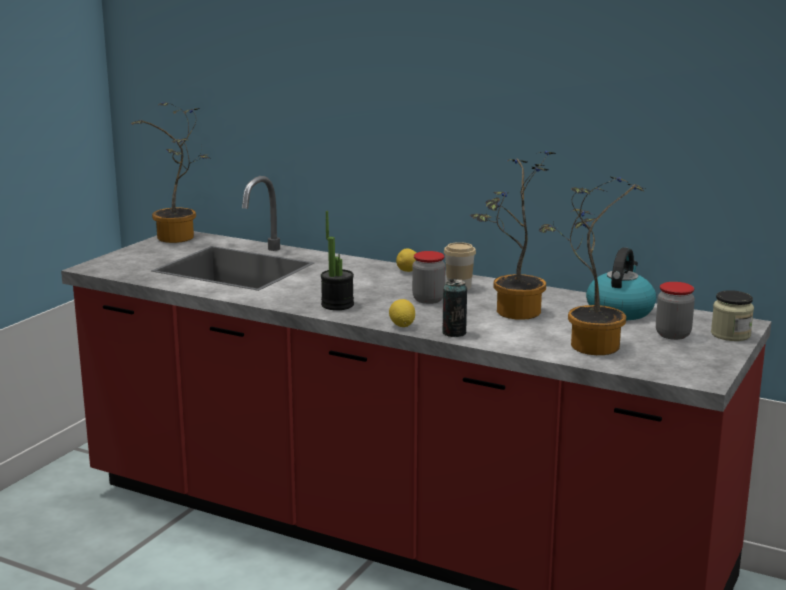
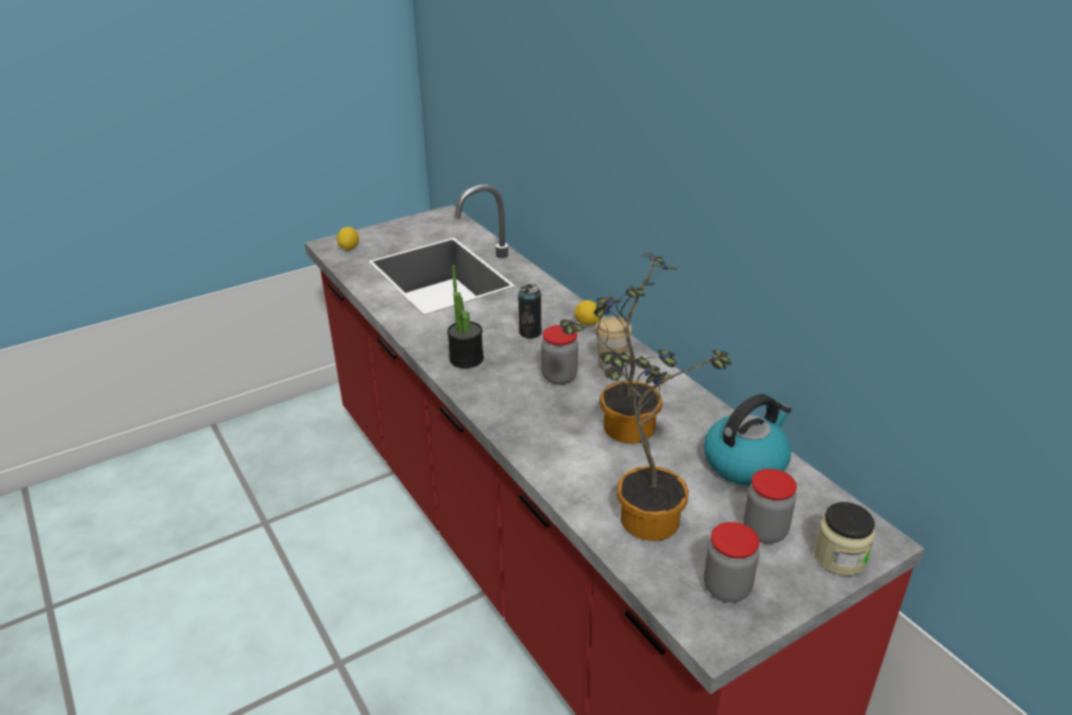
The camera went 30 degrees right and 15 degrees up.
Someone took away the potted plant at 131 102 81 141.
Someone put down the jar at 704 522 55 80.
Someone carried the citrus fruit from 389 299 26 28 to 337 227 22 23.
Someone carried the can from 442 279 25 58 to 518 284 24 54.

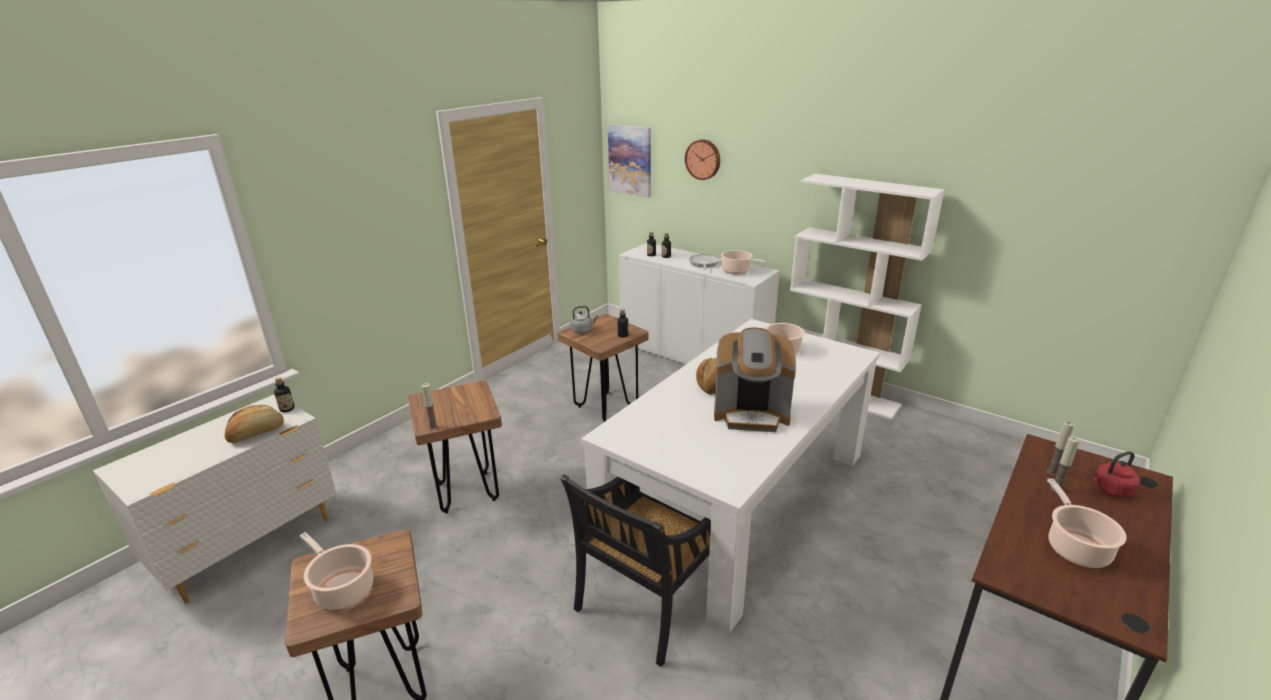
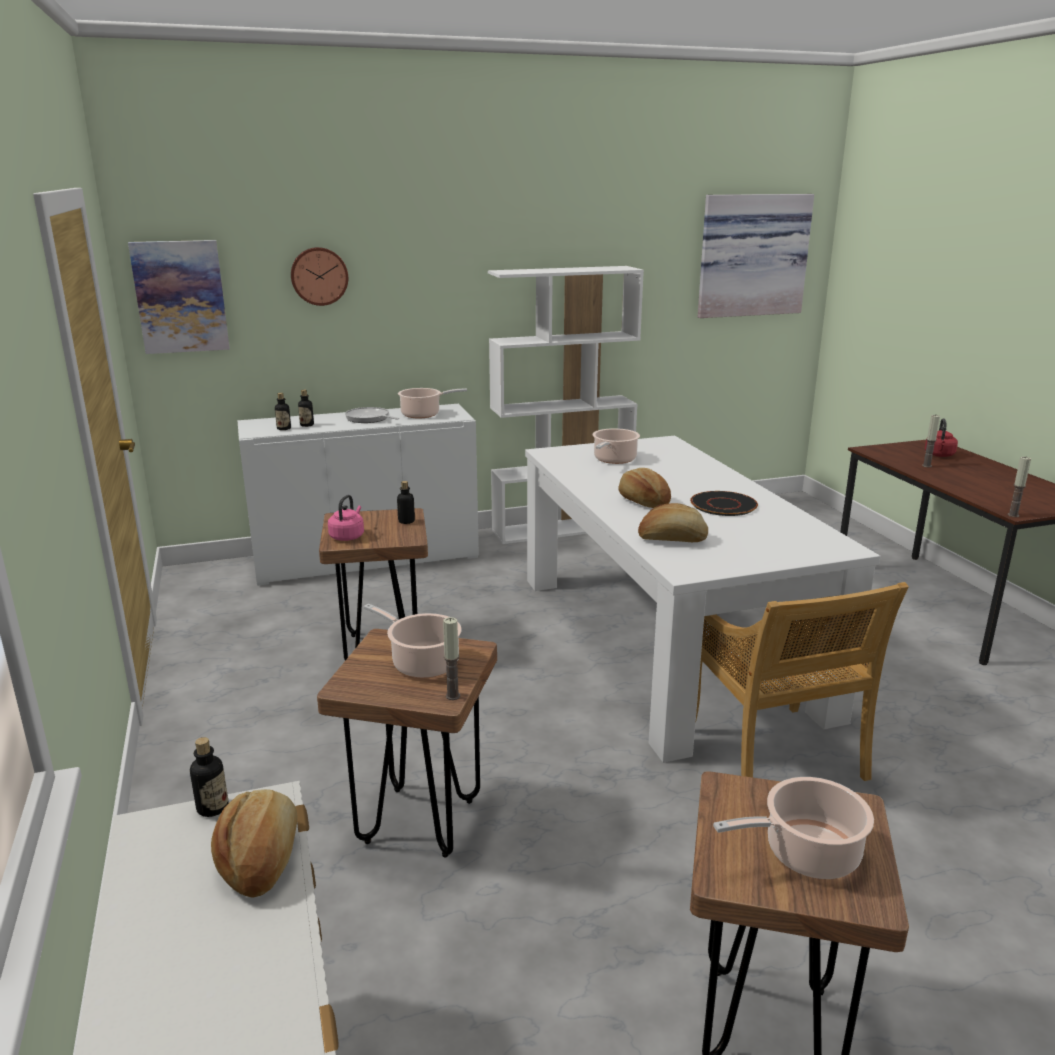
The camera went 55 degrees left and 5 degrees down.
Someone put down the bakery bread at 638 503 70 39.
Someone put up the picture at 698 194 116 124.
Someone carried the wax candle from 1047 421 27 55 to 1007 456 24 61.
Someone carried the cooking pot from 1047 479 80 89 to 363 604 99 74.
Someone swapped the coffee brewer at 714 328 82 104 for the flat dish in black at 690 491 68 25.
Someone repainted the plain chair in black at 560 475 151 192, which became the plain chair in beige at 696 582 213 199.
Someone repainted the water kettle in gray at 570 306 28 27, which became the water kettle in pink-coloured at 328 495 36 46.

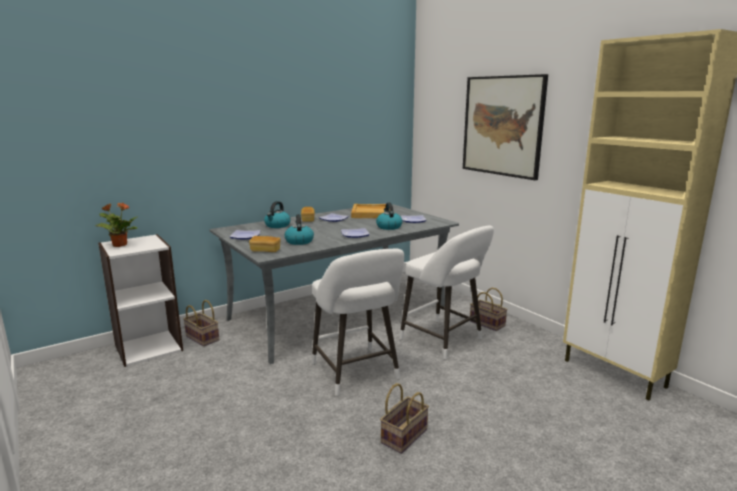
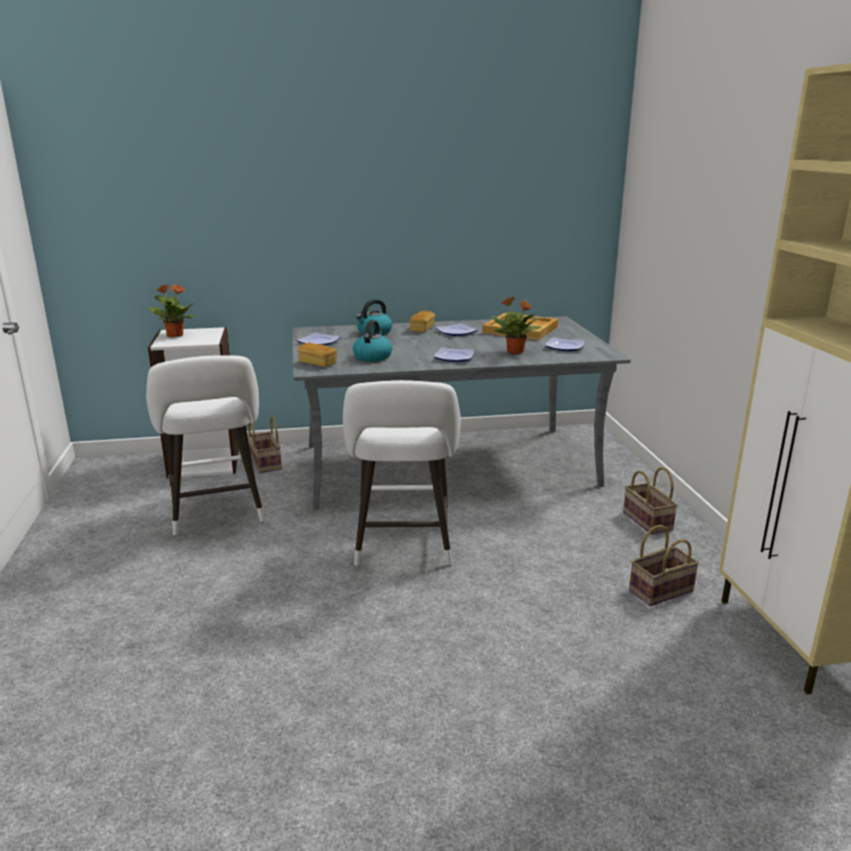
The camera went 25 degrees right and 5 degrees up.
Someone took away the picture at 463 74 85 106.
Someone carried the basket from 380 383 49 71 to 629 525 70 81.
Someone carried the stool seat in whitish from 400 225 94 135 to 146 355 119 181.
Someone swapped the water kettle at 376 202 26 28 for the potted plant at 492 297 49 57.

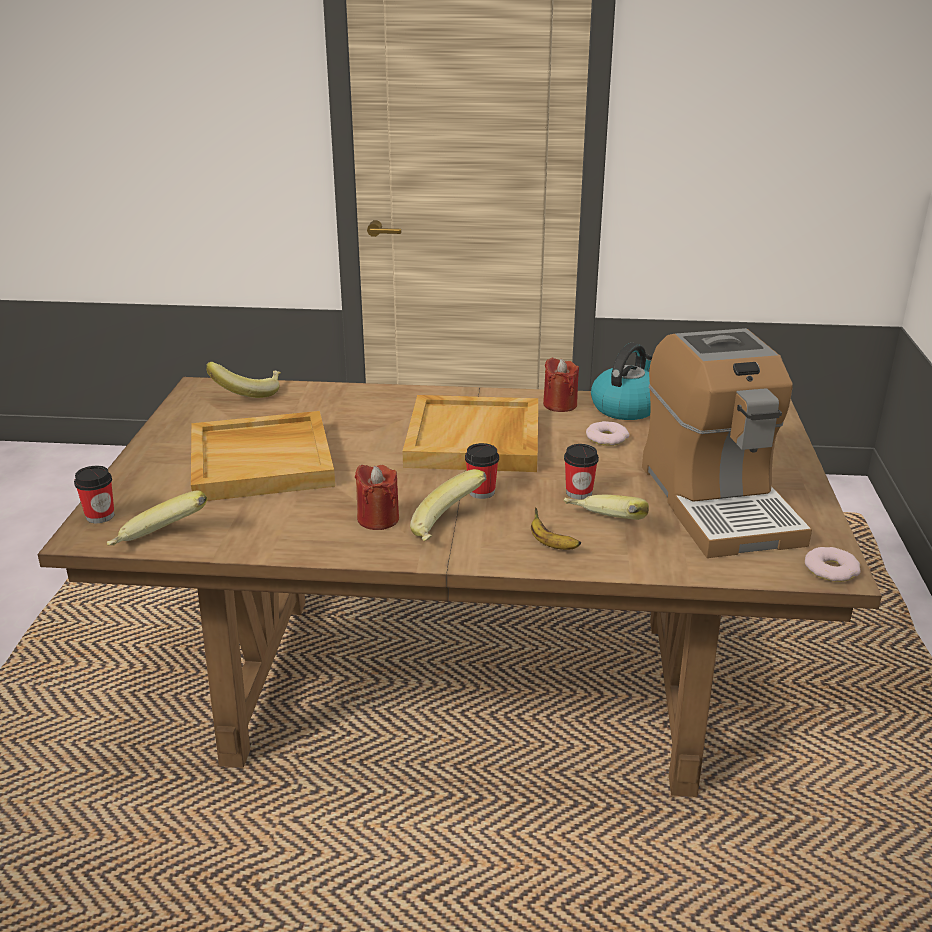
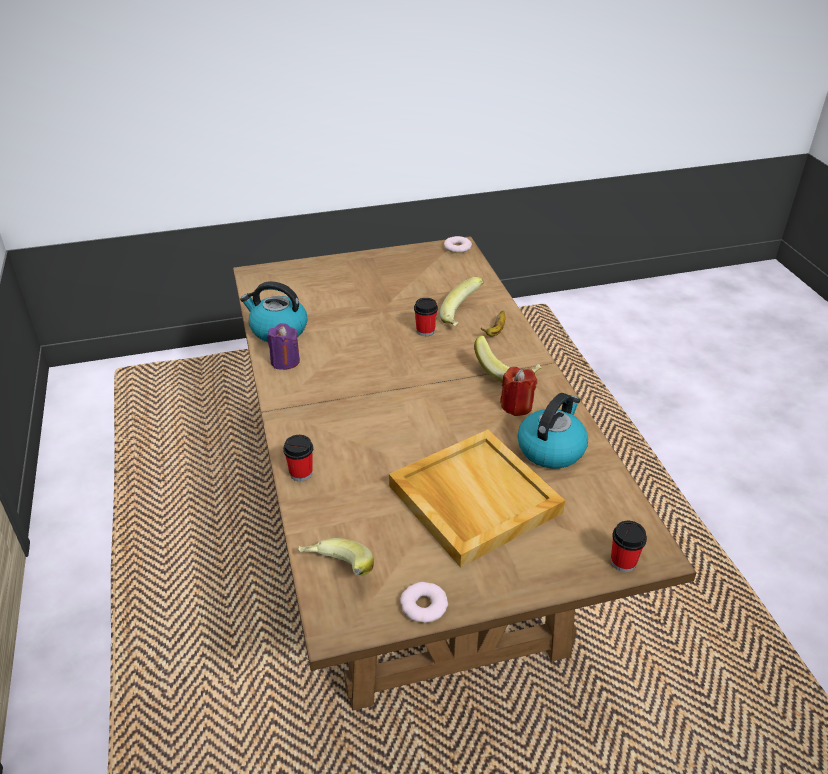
The camera went 110 degrees left and 10 degrees up.
Someone took away the banana fruit at 107 491 100 55.
Someone took away the carrying tray in beige at 402 395 136 77.
Someone took away the coffee brewer at 642 328 170 230.
Someone put down the water kettle at 517 393 71 76.
Someone carried the cup from 465 443 34 56 to 283 435 30 46.
Someone carried the doughnut from 586 421 43 25 to 400 582 48 41.
Someone repainted the wax candle in reddish at 543 358 36 54, which became the wax candle in purplish at 267 323 33 47.

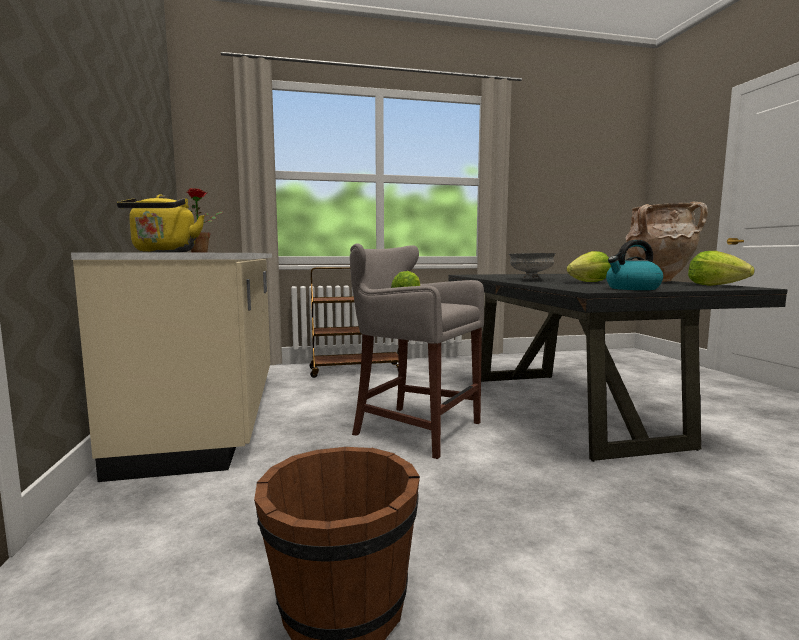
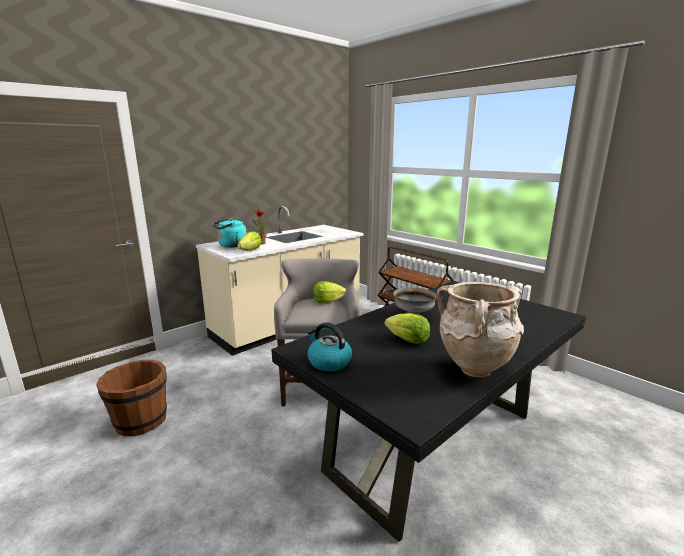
The camera went 60 degrees right and 10 degrees up.
Someone carried the head of lettuce from 688 251 67 35 to 237 231 25 20.
Someone repainted the water kettle in yellowish at 117 194 88 58, which became the water kettle in turquoise-coloured at 213 219 33 29.

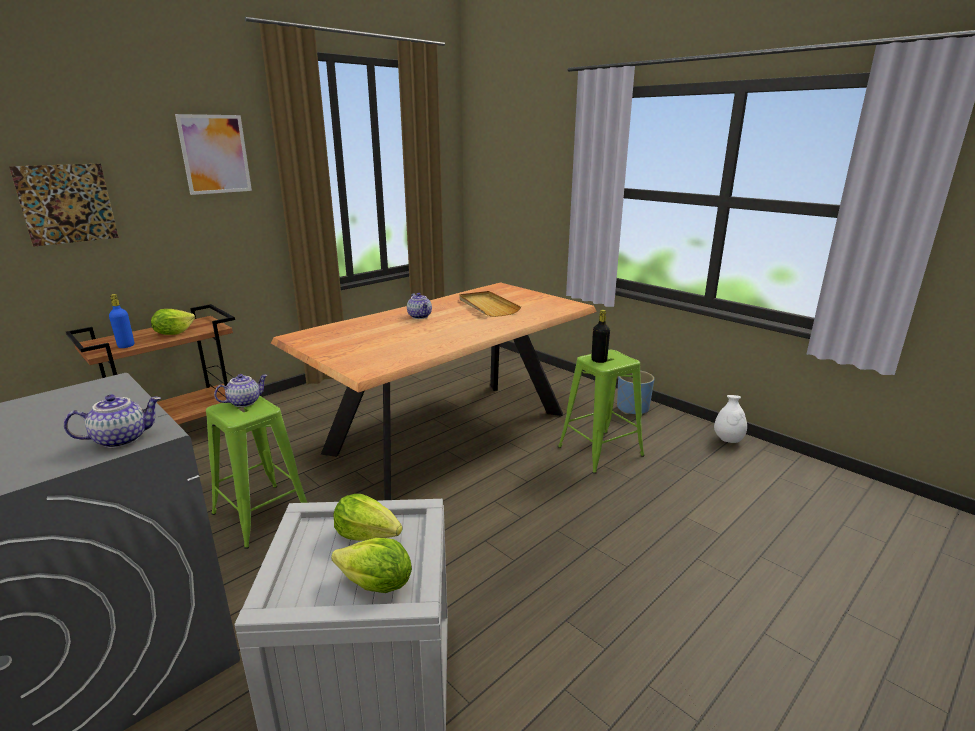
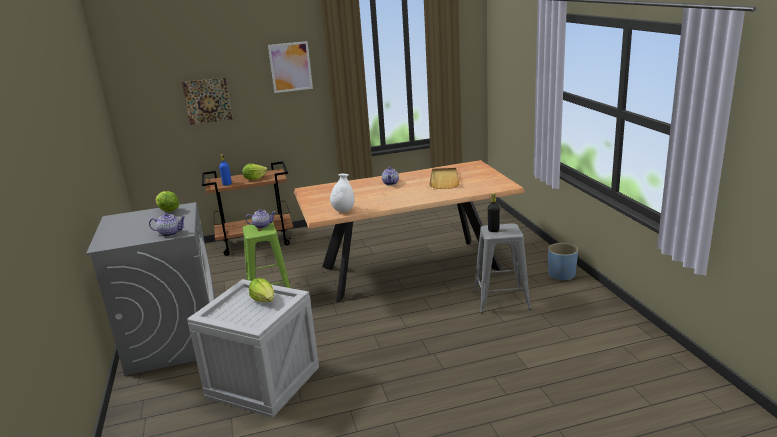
The camera went 30 degrees right and 0 degrees up.
Someone carried the head of lettuce from 331 538 81 55 to 156 191 23 21.
Someone carried the decorative vase in whitish from 714 395 33 48 to 330 174 25 38.
Someone repainted the stool seat in greenish at 558 350 87 124, which became the stool seat in gray at 473 223 58 90.

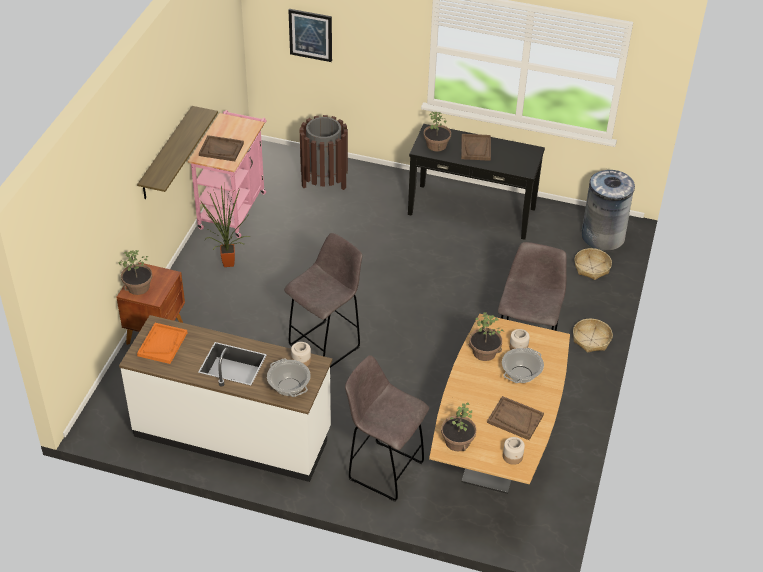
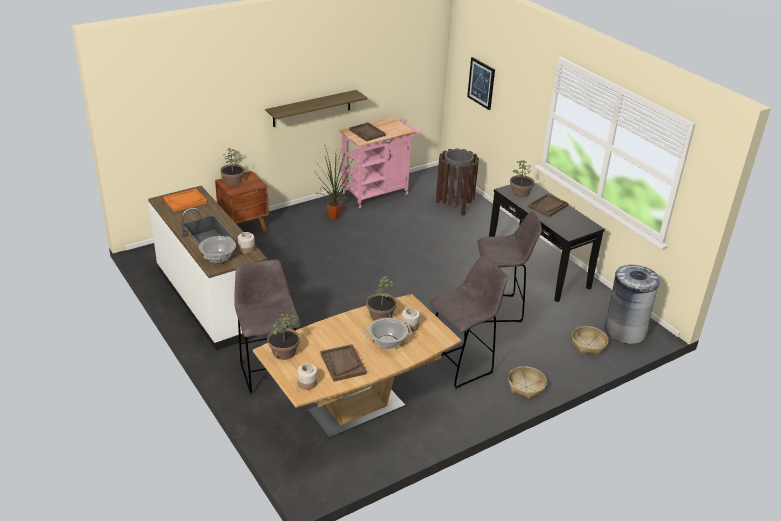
The camera went 40 degrees right and 10 degrees down.
Someone carried the stool seat in gray from 284 233 78 135 to 477 212 65 111.

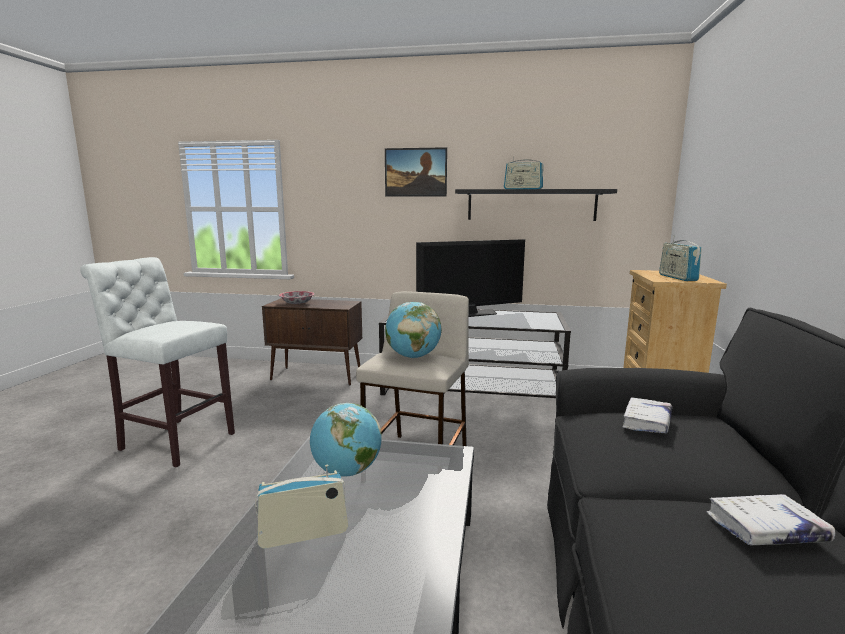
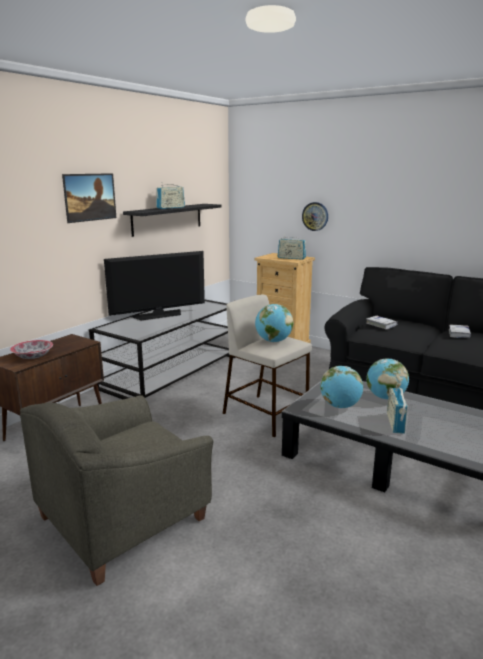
The camera went 65 degrees left and 5 degrees up.
Someone put up the clock on the wall at 302 202 26 29.
Someone put down the world globe at 366 358 43 41.
Someone swapped the stool seat in whitish at 80 257 155 210 for the lounge chair in gray at 20 395 193 191.
Someone rotated the TV set at 416 239 109 78 by 60 degrees clockwise.

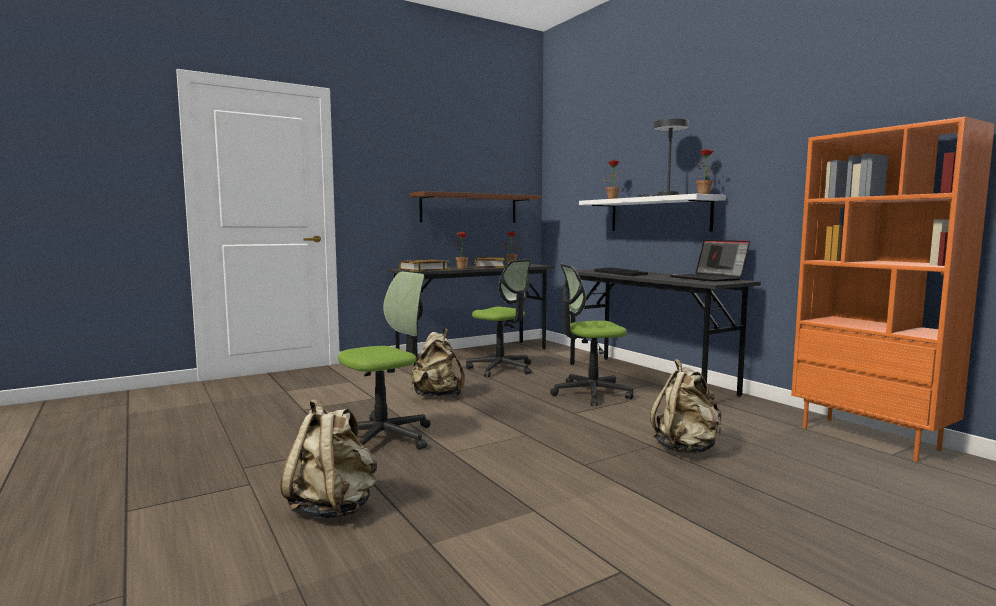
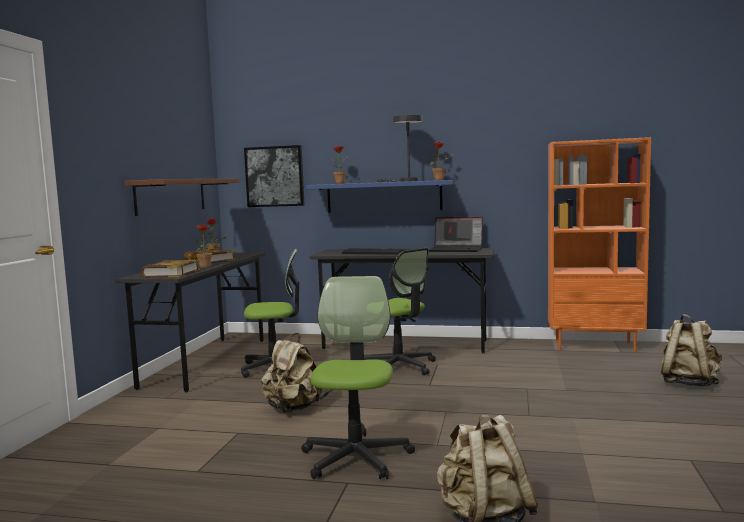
The camera went 45 degrees left and 0 degrees up.
Someone put up the picture at 244 145 61 62.
Someone carried the backpack in beige from 650 359 72 95 to 661 314 61 73.
Someone repainted the wall shelf in whitish at 579 194 147 37, which became the wall shelf in blue at 306 180 147 33.
Someone rotated the desk chair at 550 264 84 142 by 75 degrees counterclockwise.

